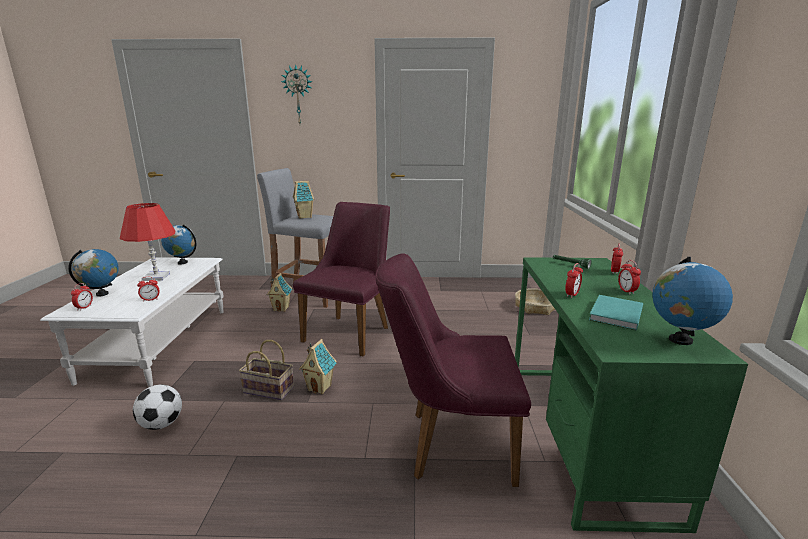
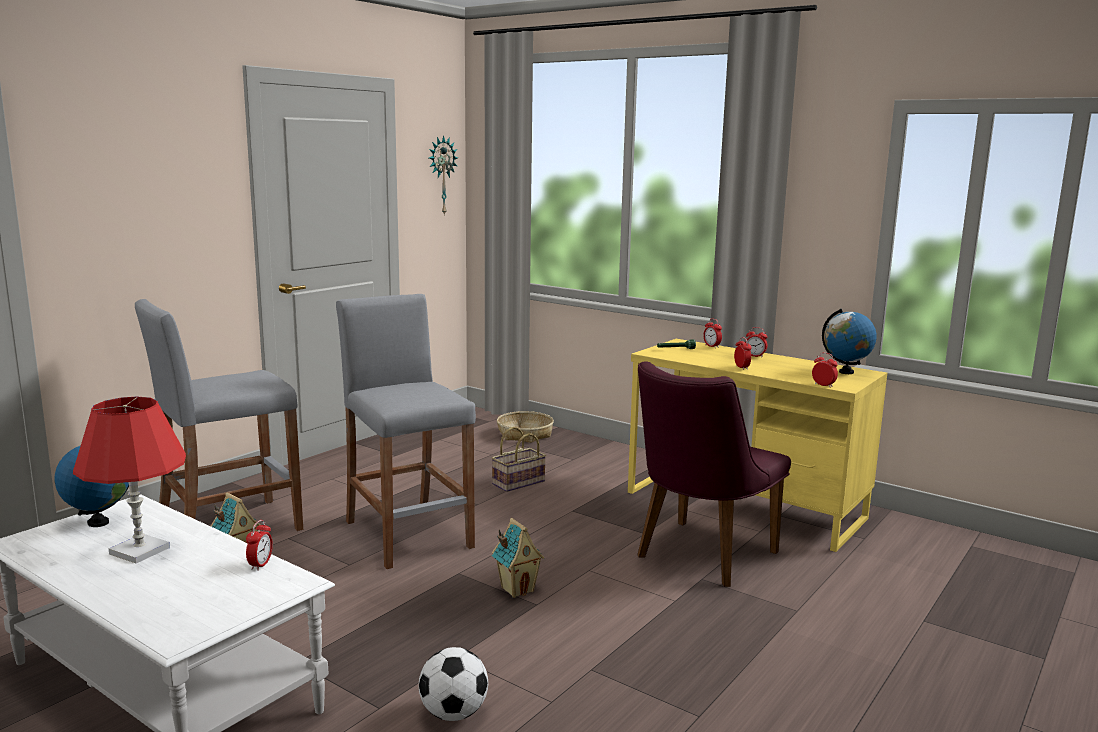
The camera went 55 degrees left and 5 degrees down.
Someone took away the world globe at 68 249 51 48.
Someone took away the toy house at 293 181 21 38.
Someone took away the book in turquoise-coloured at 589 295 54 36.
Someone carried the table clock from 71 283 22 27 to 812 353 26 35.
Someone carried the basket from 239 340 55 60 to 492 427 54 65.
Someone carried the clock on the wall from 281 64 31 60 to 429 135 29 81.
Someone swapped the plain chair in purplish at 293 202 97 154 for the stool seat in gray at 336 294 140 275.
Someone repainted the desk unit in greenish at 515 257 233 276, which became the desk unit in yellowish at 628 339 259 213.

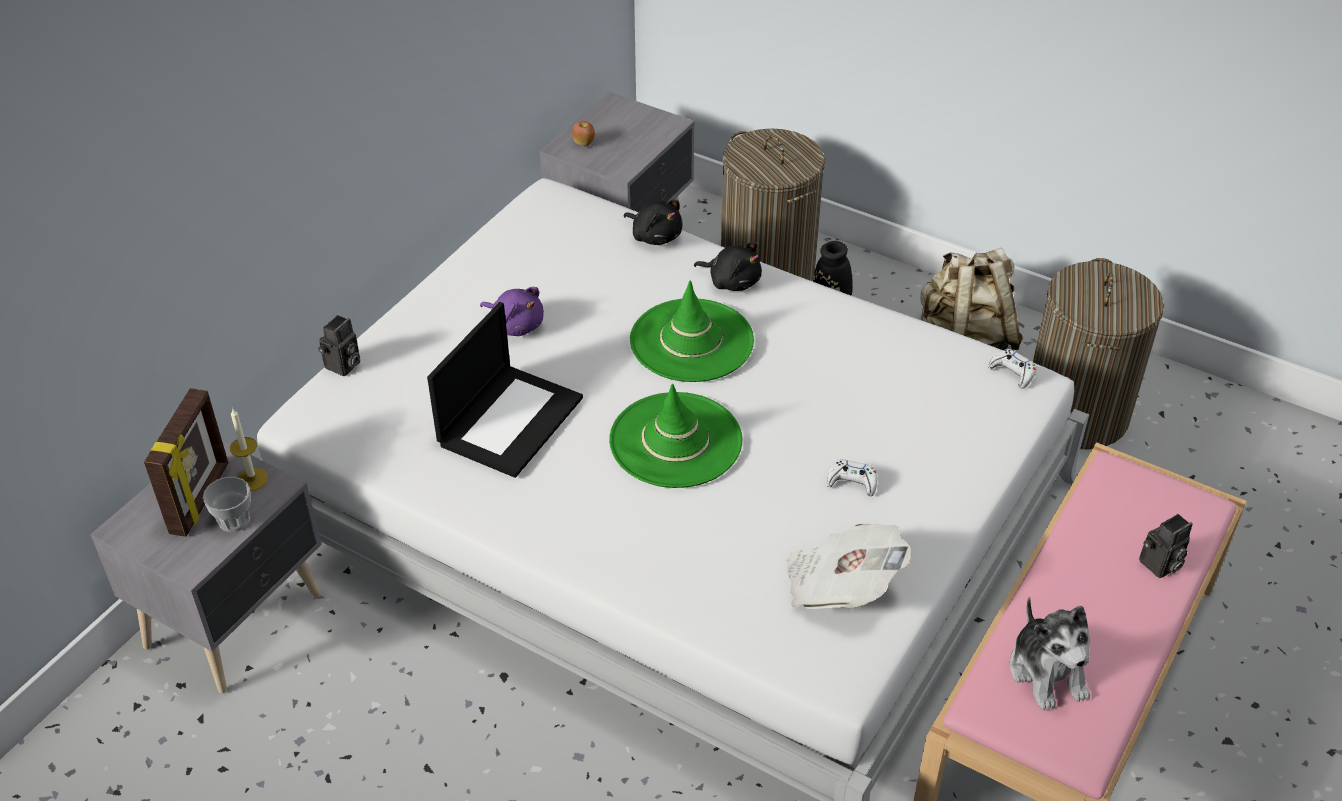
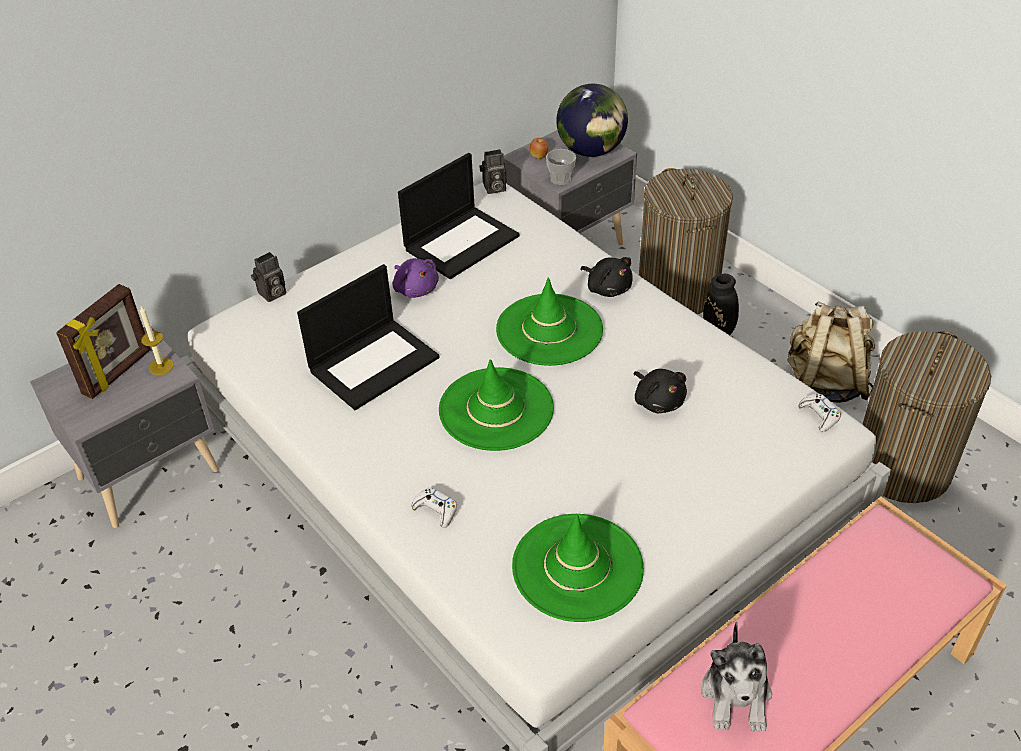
The camera went 20 degrees right and 0 degrees up.
Someone put down the portable computer at 398 153 122 126.
Someone put down the world globe at 556 84 72 73.
Someone carried the cup from 203 477 48 55 to 546 149 30 36.
Someone carried the plush toy in black from 623 200 59 45 to 634 369 53 44.
Someone carried the joypad in whitish from 826 459 52 37 to 411 488 46 40.
Someone carried the still camera from 1139 514 54 64 to 479 149 28 45.
Someone swapped the newspaper at 787 523 124 86 for the clothing hat in greenish at 512 514 132 108.

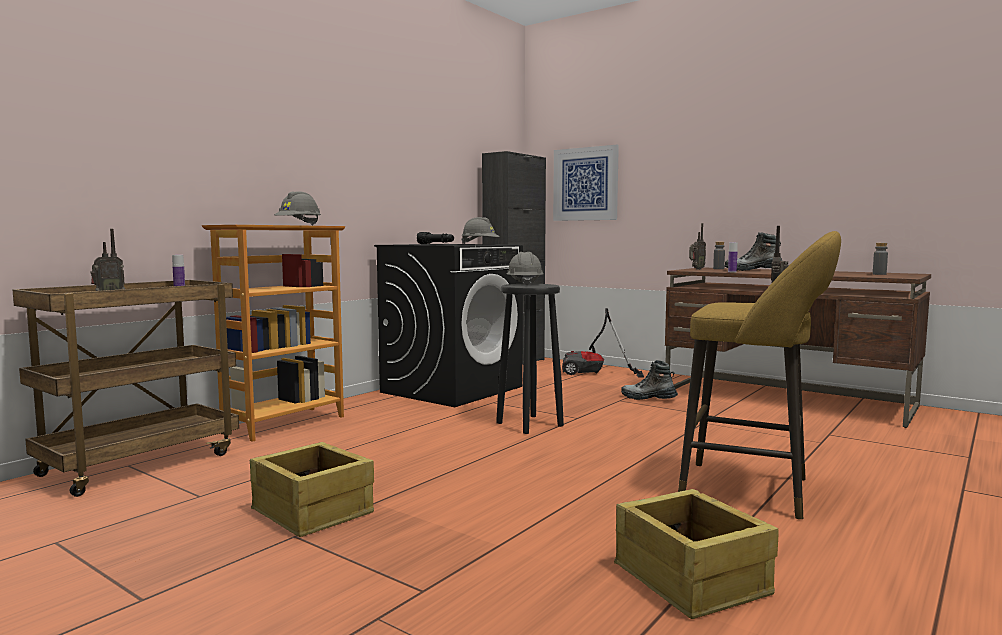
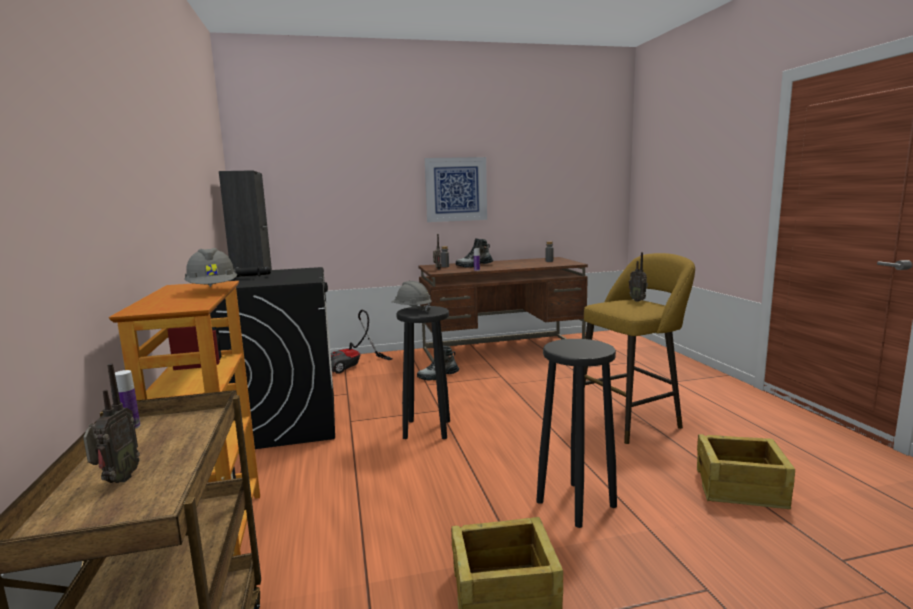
The camera went 50 degrees left and 5 degrees up.
Someone took away the hard hat in gray at 461 217 39 27.
Someone put down the stool seat in black at 536 339 81 189.
Someone carried the picture from 553 145 66 76 to 425 157 62 65.

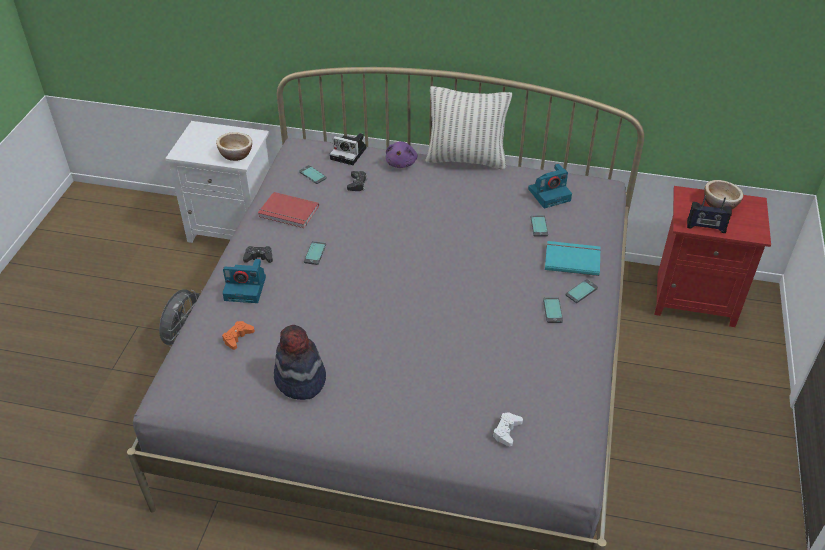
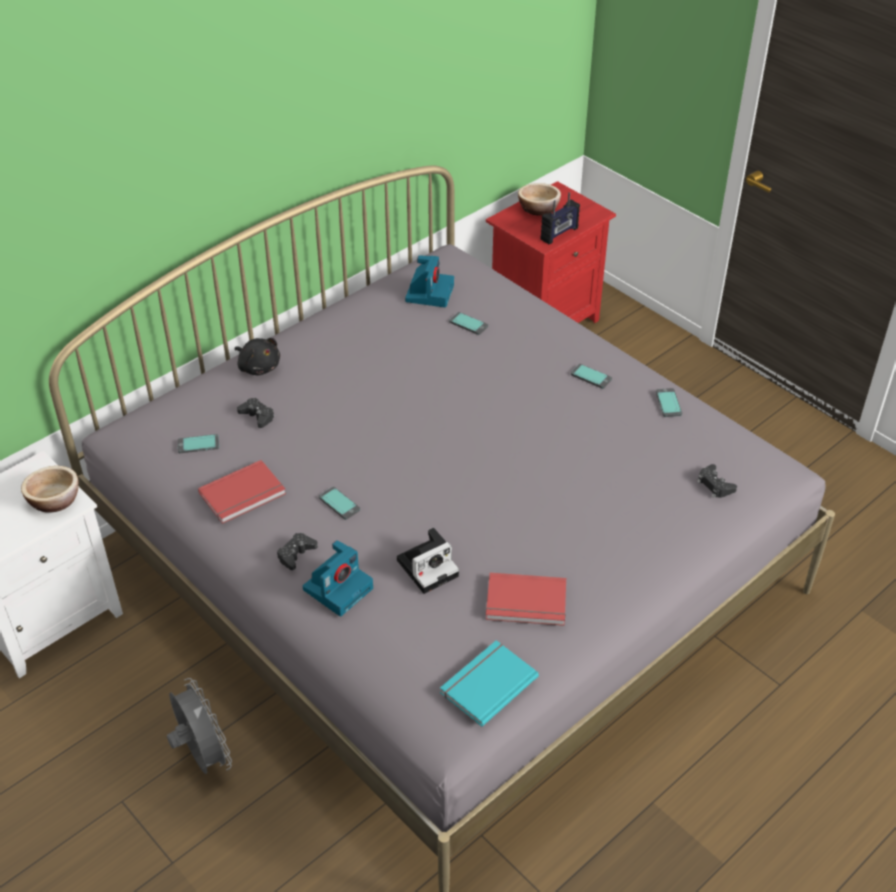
The camera went 55 degrees left and 0 degrees up.
Someone took away the joypad in orange at 222 321 33 29.
Someone took away the throw pillow at 426 86 86 84.
Someone carried the still camera from 330 133 36 32 to 397 528 62 66.
Someone carried the book in turquoise-coloured from 545 241 56 35 to 440 640 99 87.
Someone carried the phone from 566 279 32 24 to 656 388 26 29.
Someone swapped the clothing hat at 274 325 52 75 for the book in reddish at 486 573 80 53.
Someone repainted the plush toy in purplish at 386 141 31 27, which became the plush toy in black at 235 338 45 37.
Someone repainted the joypad in whitish at 492 412 31 34, which became the joypad in black at 697 464 40 34.

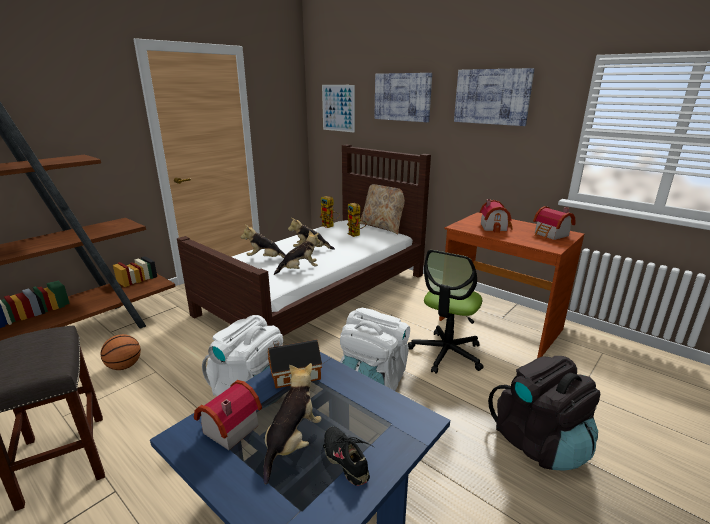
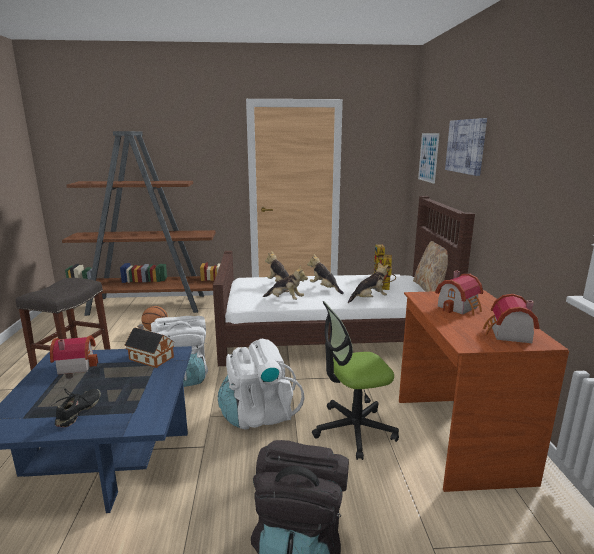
The camera went 45 degrees right and 5 degrees down.
Someone took away the picture at 454 68 81 58.
Someone carried the plush toy from 263 363 59 121 to 348 262 41 41.

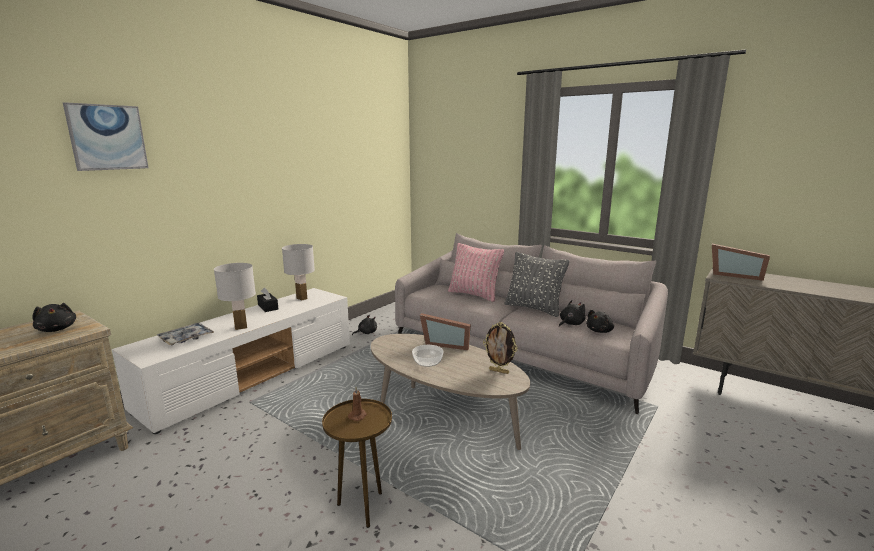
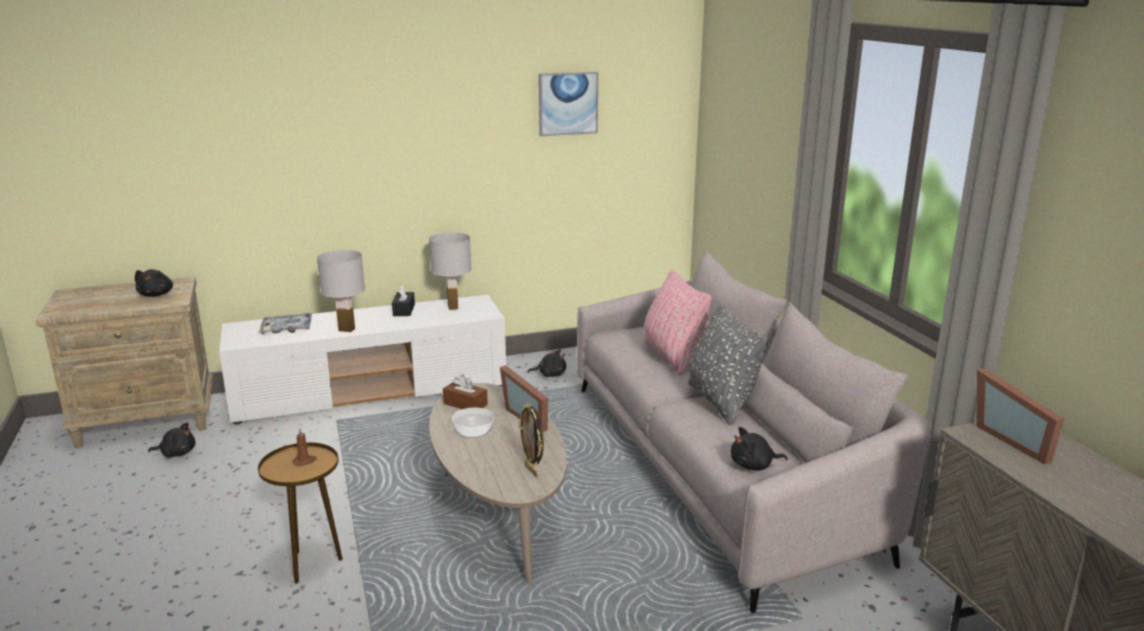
The camera went 35 degrees right and 5 degrees up.
Someone put down the tissue box in brown-coloured at 443 374 45 35.
Someone carried the picture from 63 102 86 69 to 539 72 59 64.
Someone carried the plush toy in black from 559 300 27 27 to 148 423 48 35.

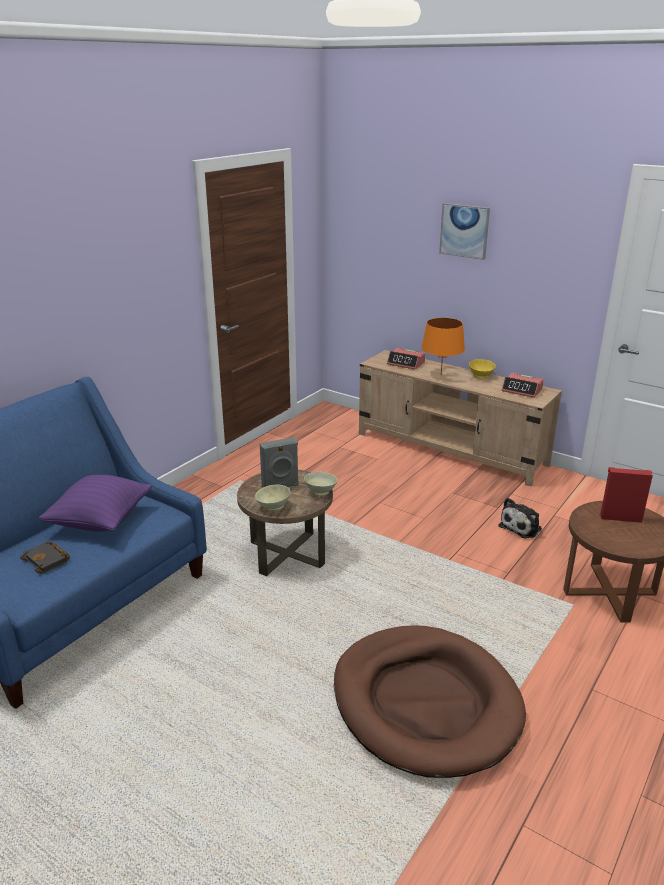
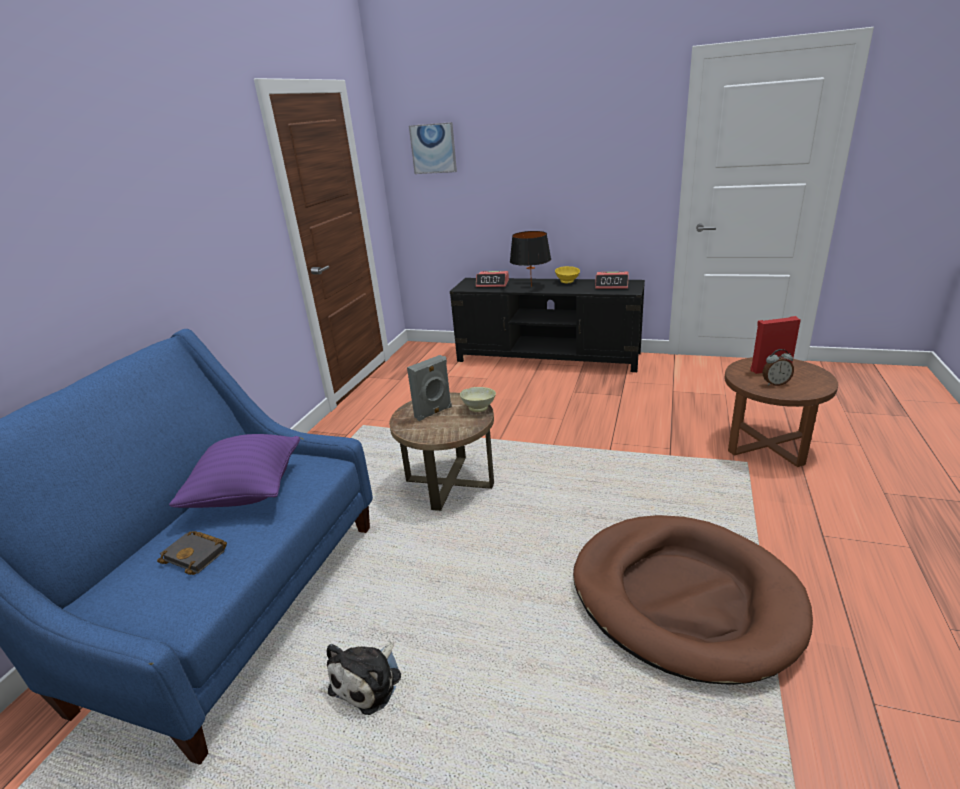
The camera went 15 degrees left and 0 degrees up.
Someone took away the serving bowl in beige at 255 485 36 26.
Someone put down the table clock at 763 349 31 37.
Someone carried the picture from 439 203 51 57 to 409 122 48 52.
Someone carried the plush toy from 498 498 44 41 to 327 641 74 74.
Someone repainted the media console in beige at 359 350 203 137, which became the media console in black at 450 278 195 94.
Someone repainted the lamp for a table in orange at 421 318 44 56, which became the lamp for a table in black at 510 231 41 56.

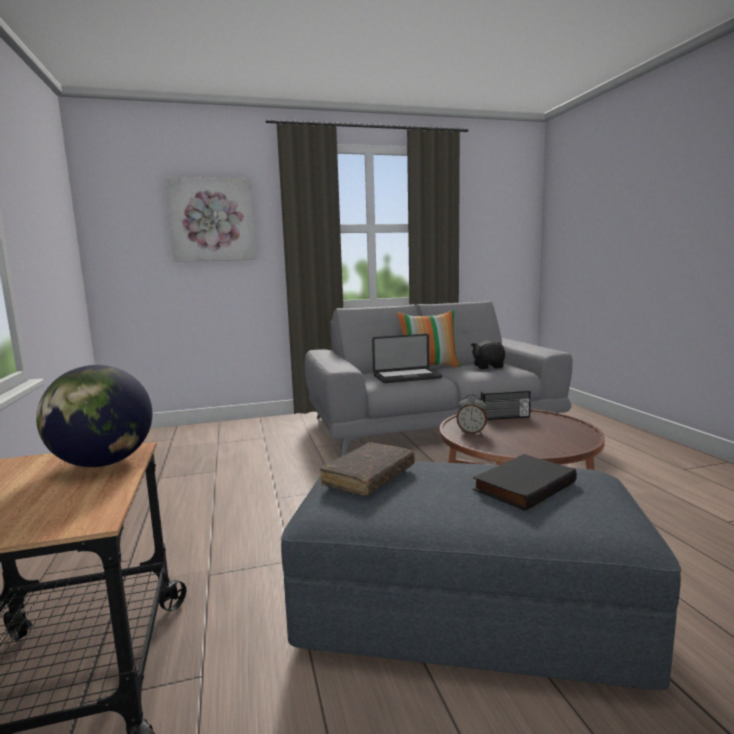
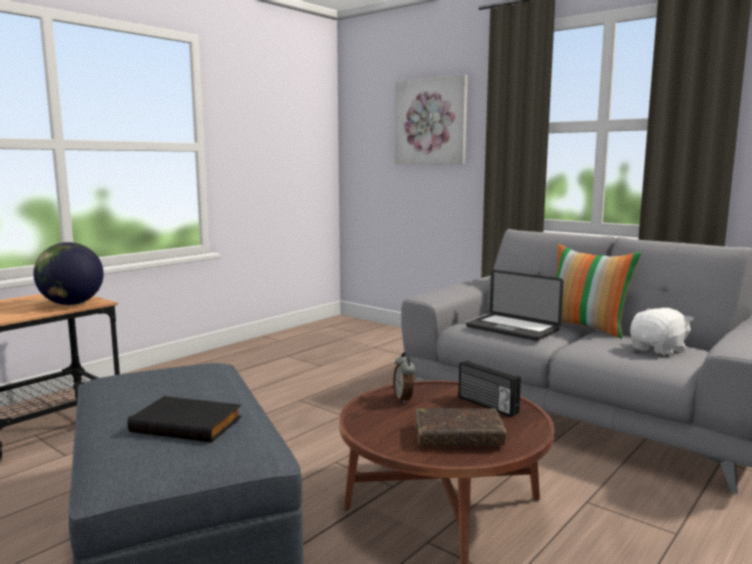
The camera went 55 degrees right and 0 degrees up.
Someone carried the book in brown-coloured from 320 442 95 54 to 415 408 91 38.
Someone repainted the plush toy in black at 471 340 34 29, which became the plush toy in whitish at 630 308 64 48.

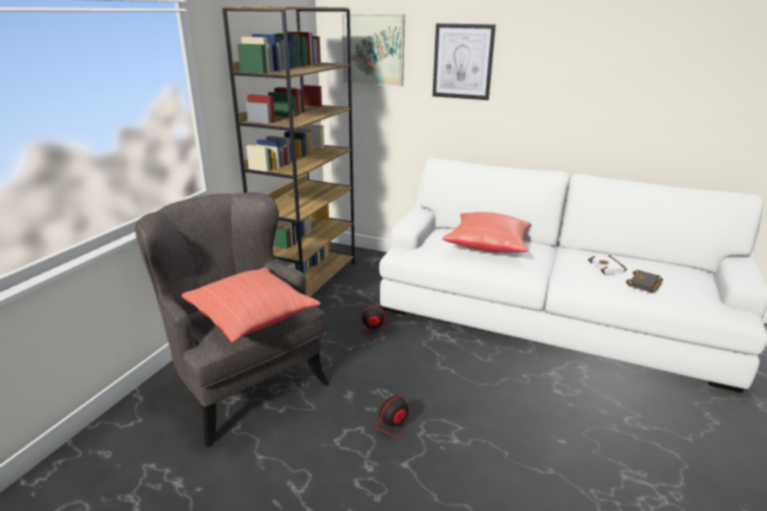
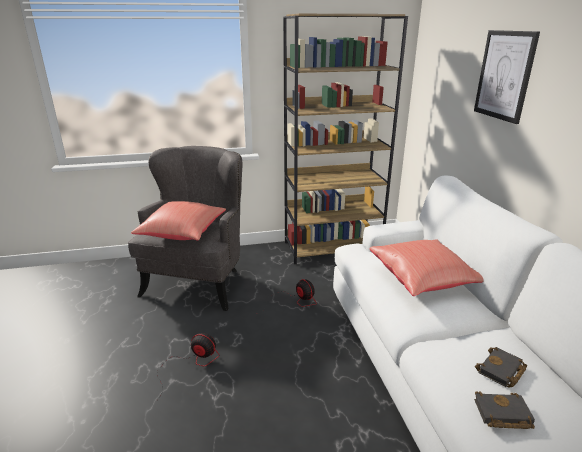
The camera went 55 degrees right and 0 degrees up.
Someone took away the picture at 342 14 63 72.
Someone repainted the book in whitish at 588 255 39 19, which became the book in black at 475 347 52 40.

